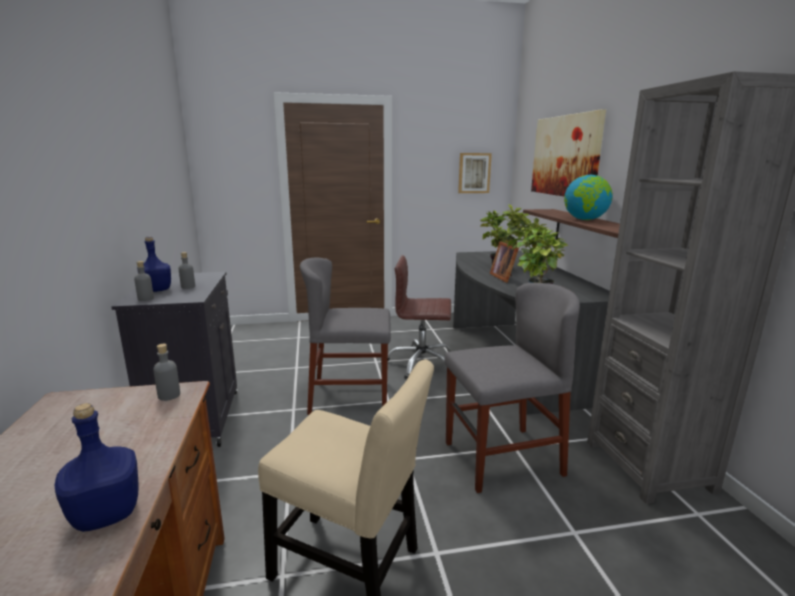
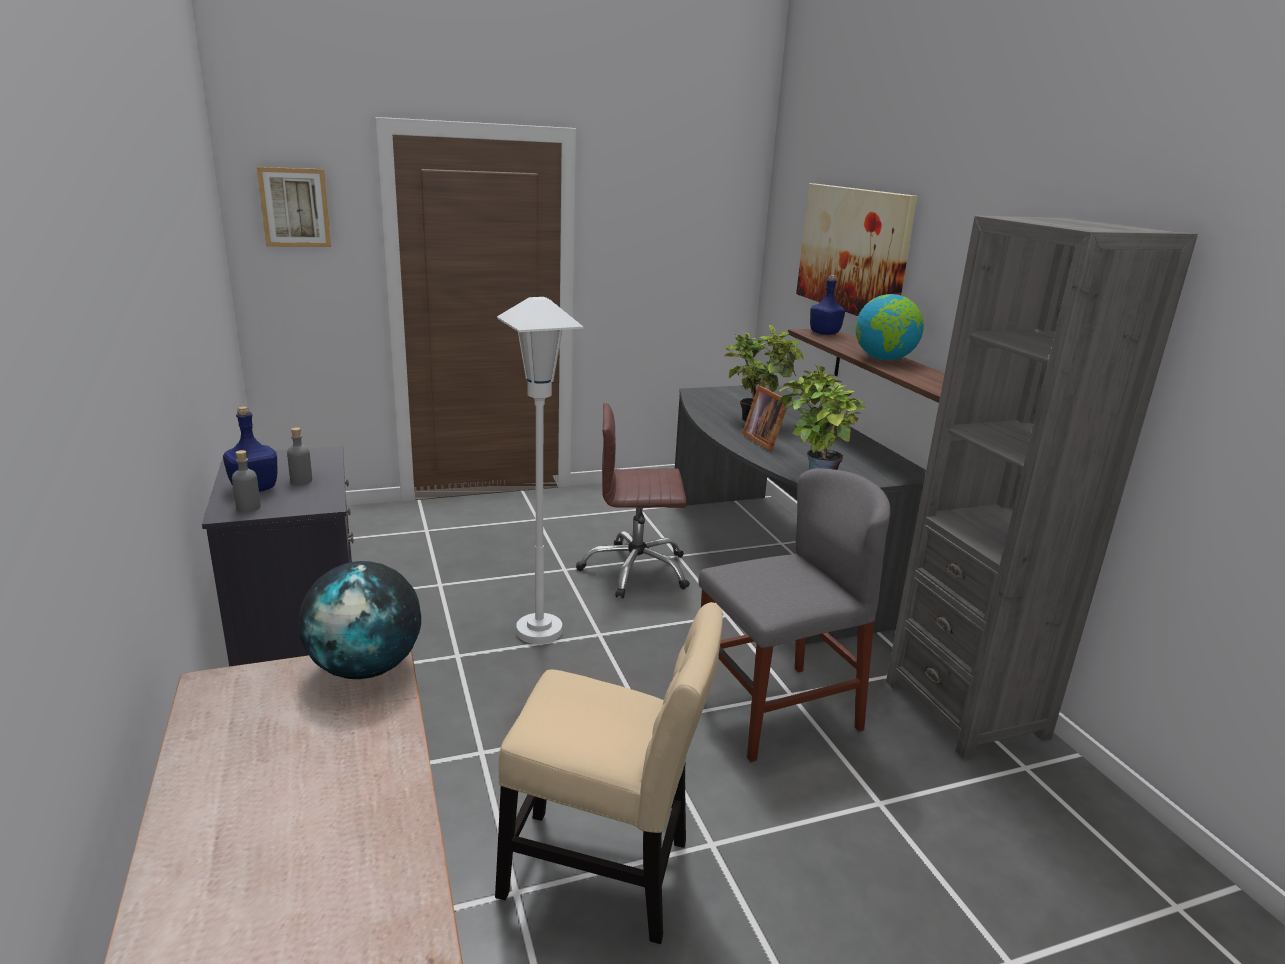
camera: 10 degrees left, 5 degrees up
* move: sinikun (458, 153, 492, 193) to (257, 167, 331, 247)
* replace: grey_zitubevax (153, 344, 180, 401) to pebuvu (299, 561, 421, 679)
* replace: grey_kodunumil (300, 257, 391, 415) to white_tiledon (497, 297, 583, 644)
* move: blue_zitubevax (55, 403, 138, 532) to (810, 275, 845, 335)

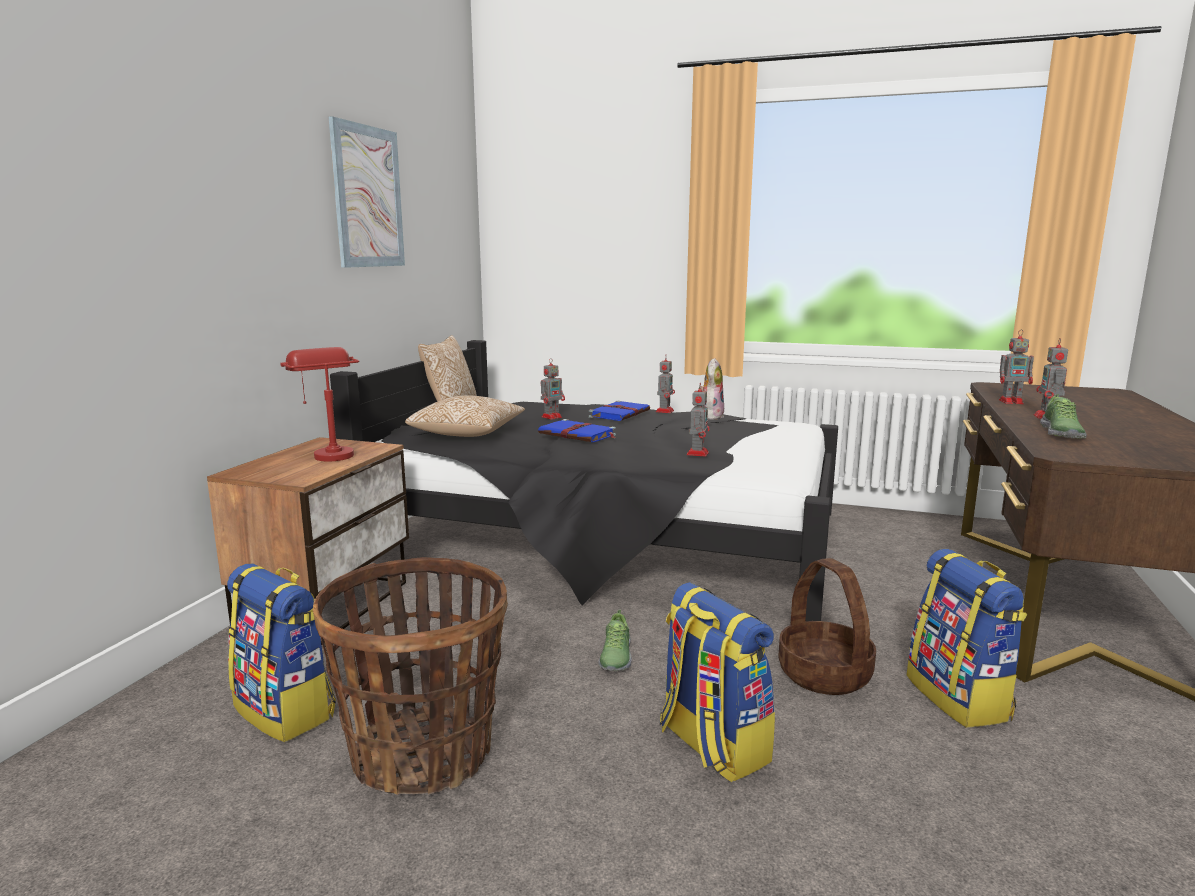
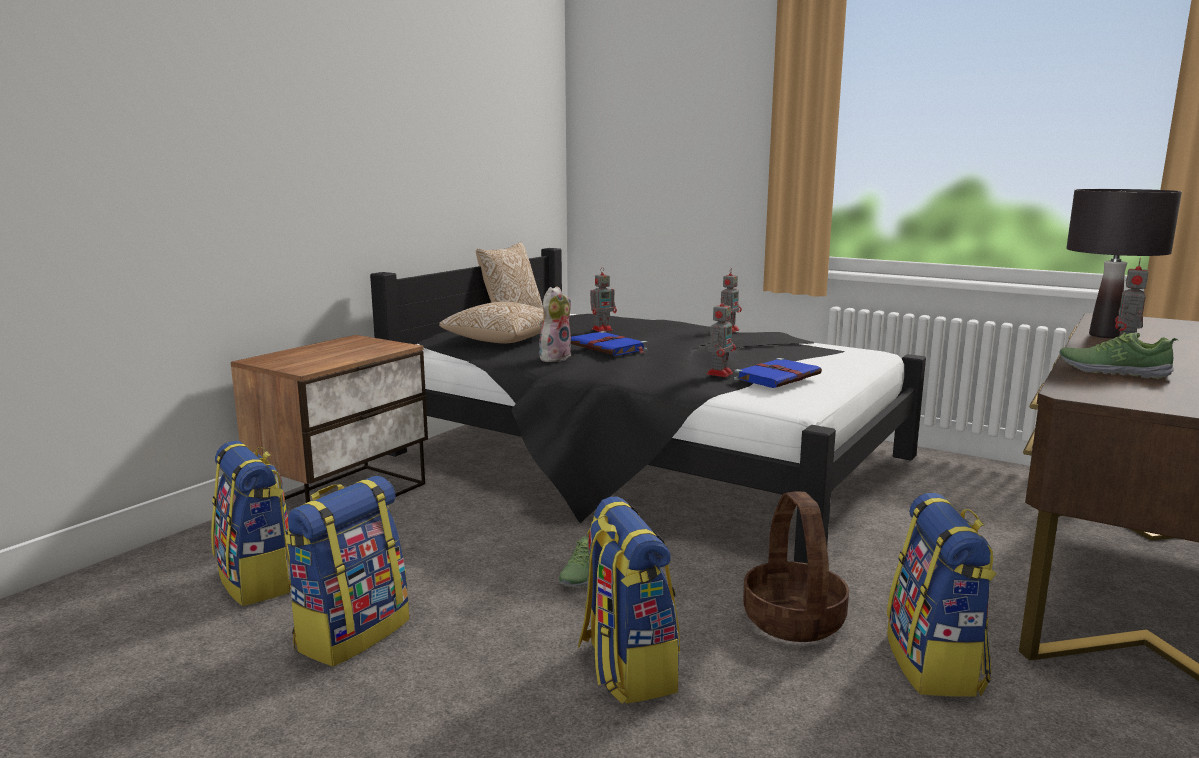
camera: 15 degrees right, 0 degrees up
* replace: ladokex (313, 557, 508, 795) to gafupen (285, 476, 409, 667)
* move: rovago (699, 358, 724, 420) to (539, 286, 571, 362)
* move: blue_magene (589, 401, 650, 421) to (734, 358, 822, 388)
* rotate: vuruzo (1040, 394, 1087, 439) = (1059, 332, 1178, 379) 90 degrees clockwise
* replace: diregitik (999, 329, 1034, 404) to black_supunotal (1066, 189, 1182, 338)
* delete: red_supunotal (280, 347, 359, 461)
* delete: sinikun (329, 116, 405, 268)

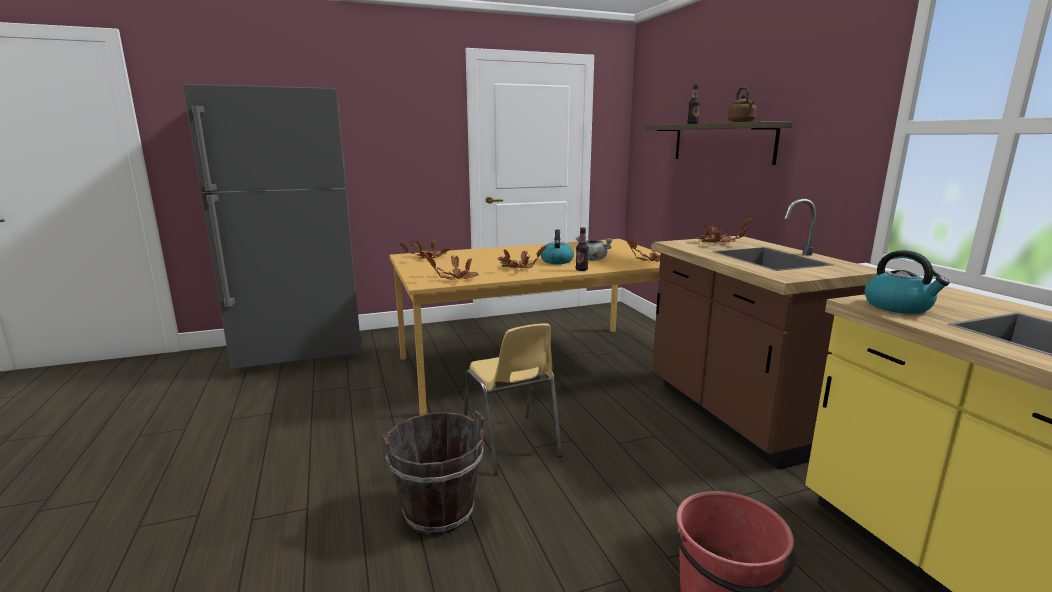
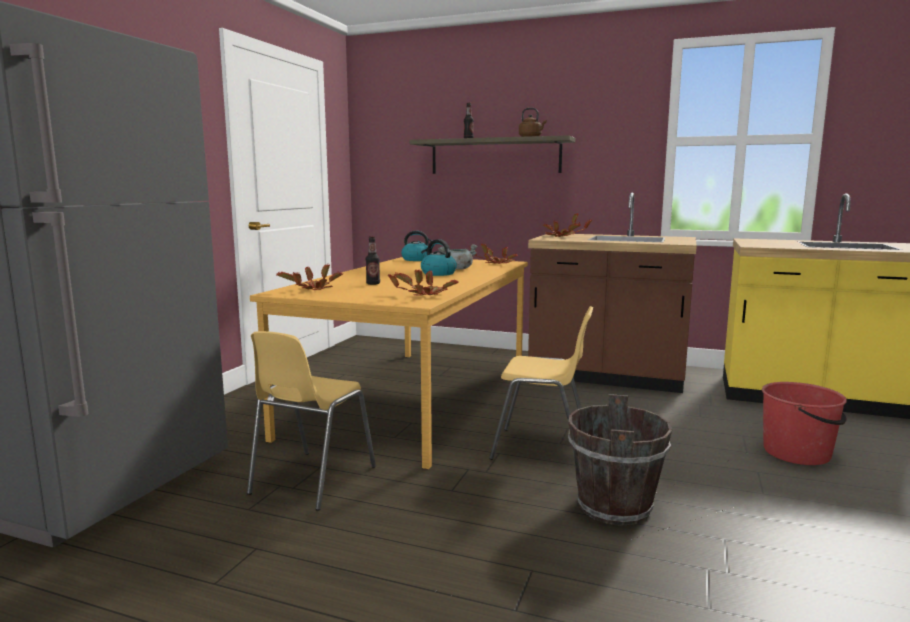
camera: 50 degrees left, 5 degrees down
* insert: yellow_kodunumil (247, 331, 376, 511)
* move: zitubevax (576, 227, 589, 271) to (366, 236, 380, 285)
* move: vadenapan (865, 250, 950, 314) to (401, 231, 434, 261)
* delete: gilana (498, 246, 547, 268)

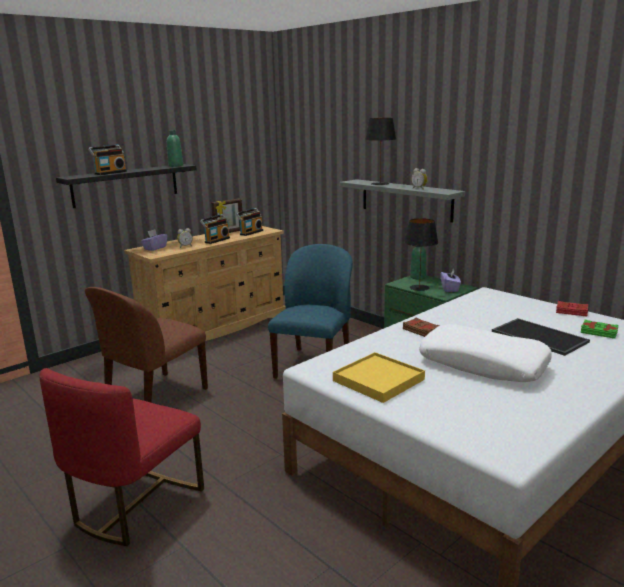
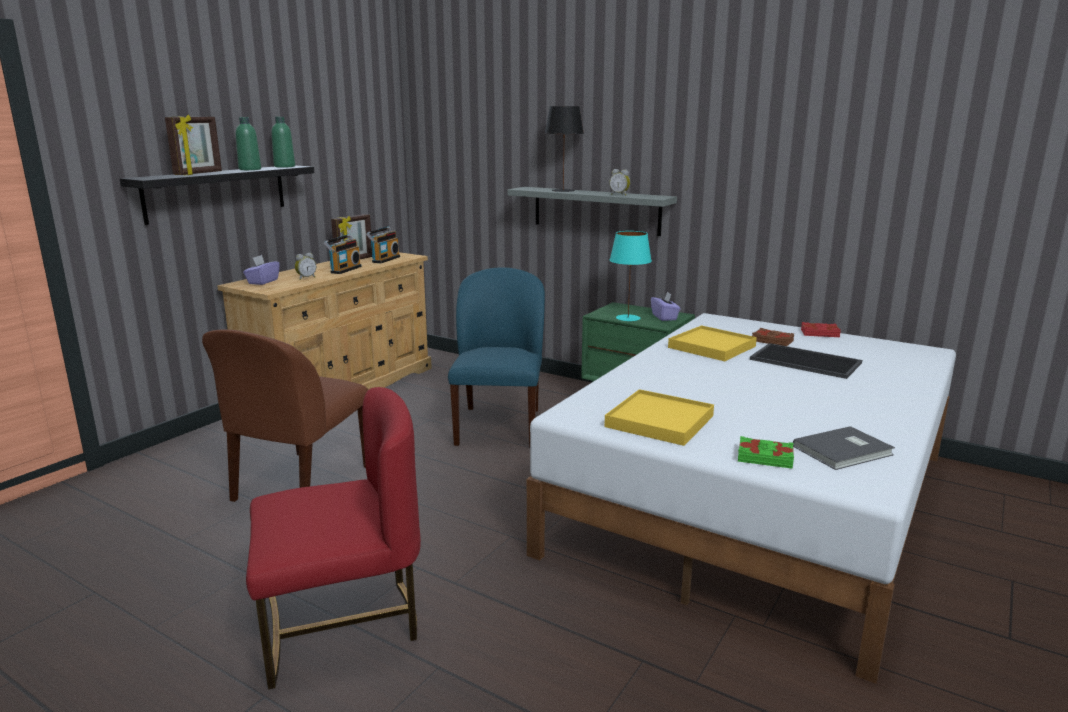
camera: 15 degrees left, 0 degrees up
* replace: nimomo (88, 145, 127, 175) to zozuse (165, 114, 222, 175)
* move: green_zitubevax (410, 246, 426, 280) to (235, 117, 261, 170)
* rotate: red_kodunumil (39, 368, 204, 546) = (246, 387, 421, 689) 120 degrees counterclockwise
* recolor: black_supunotal (404, 218, 438, 291) to turquoise_supunotal (610, 231, 652, 321)
* insert: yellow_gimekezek (668, 325, 757, 361)
* move: green_magene (581, 320, 618, 339) to (738, 436, 794, 469)
* move: brown_magene (403, 318, 440, 337) to (752, 328, 794, 346)
* insert: grey_magene (793, 426, 895, 470)
* delete: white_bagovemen (419, 324, 552, 382)

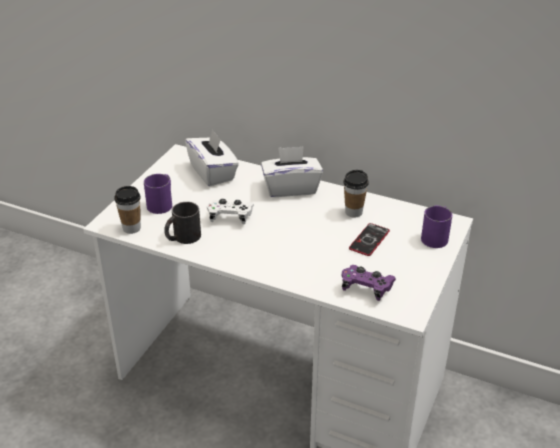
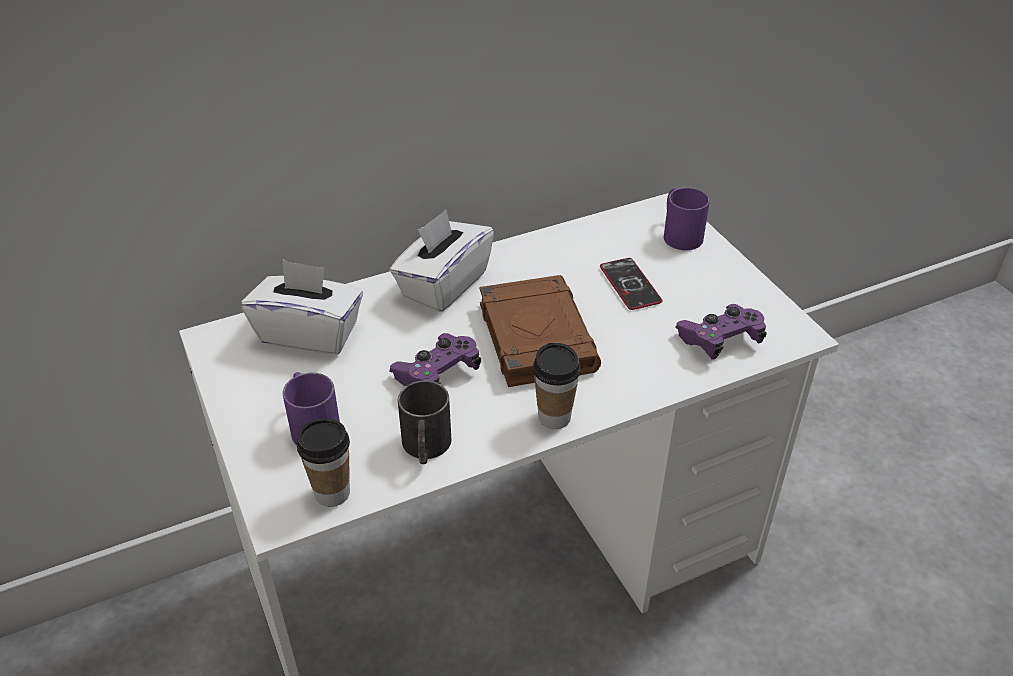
camera: 50 degrees left, 5 degrees up
* recolor: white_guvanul (207, 199, 254, 224) to purple_guvanul (389, 333, 481, 386)
* insert: brown_magene (480, 275, 601, 387)
* move: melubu (343, 170, 369, 217) to (533, 343, 581, 429)

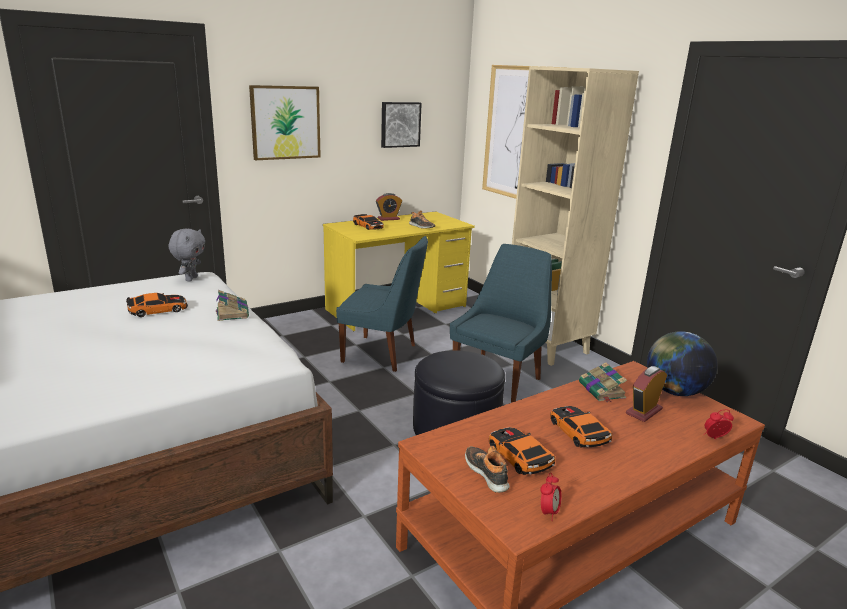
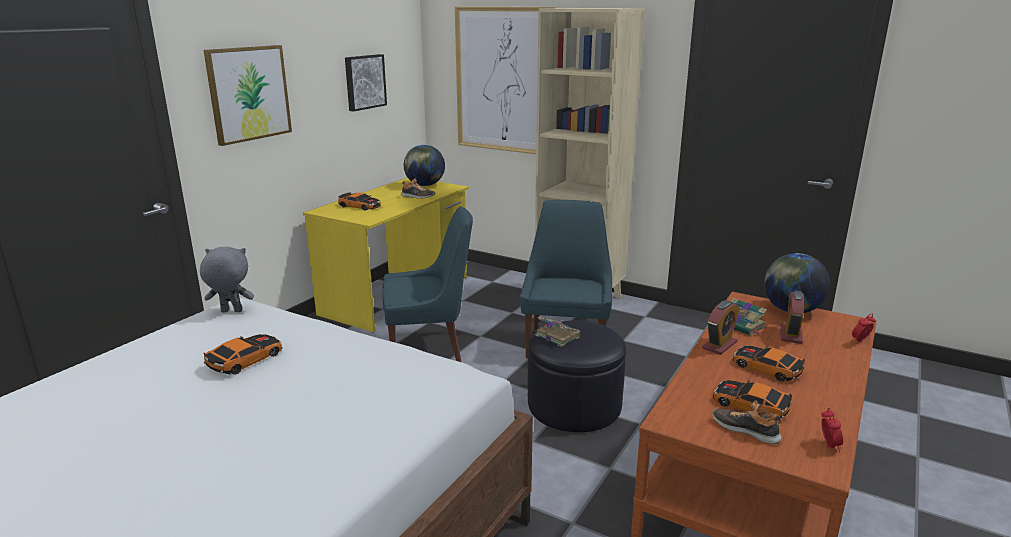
camera: 25 degrees left, 0 degrees up
* rotate: grey_rovago (169, 229, 205, 281) = (200, 247, 254, 313) 75 degrees counterclockwise
* insert: pebuvu (404, 145, 445, 186)
* move: magene (216, 290, 249, 321) to (535, 317, 581, 347)
* move: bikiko (376, 193, 402, 221) to (702, 300, 740, 355)

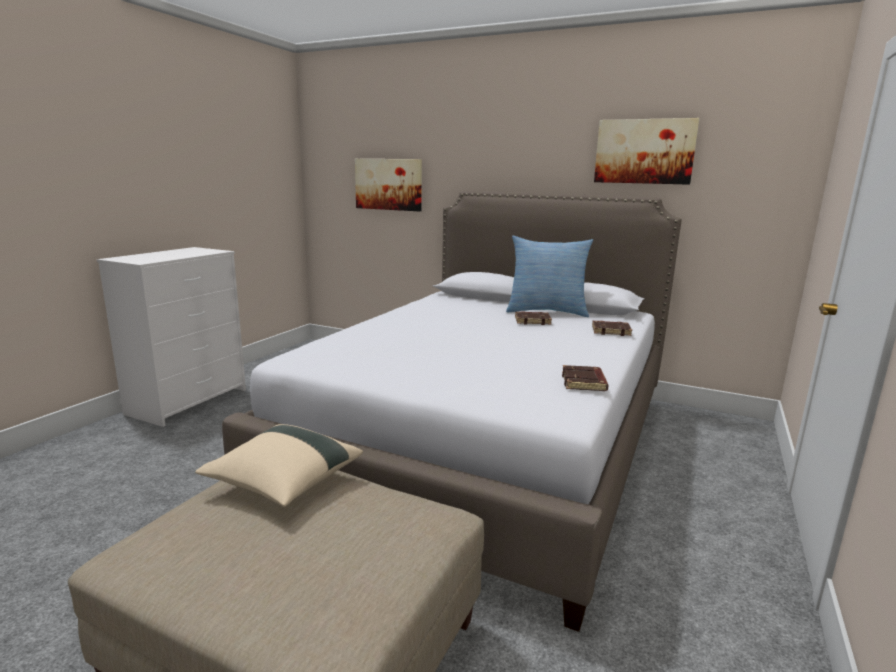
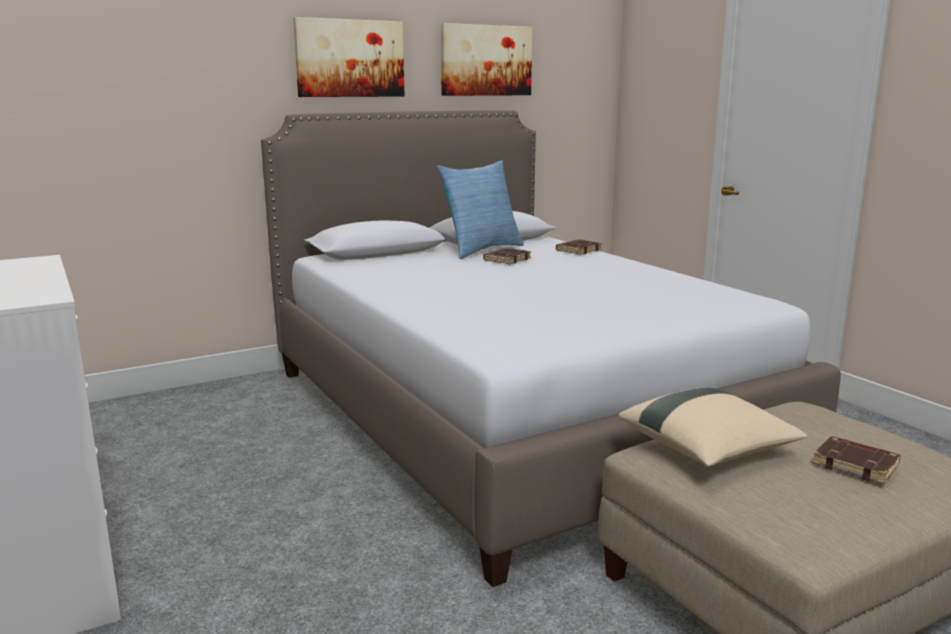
camera: 55 degrees left, 0 degrees up
* move: sinikun (355, 159, 422, 211) to (293, 17, 404, 97)
* move: brown_magene (562, 365, 609, 391) to (812, 436, 901, 484)

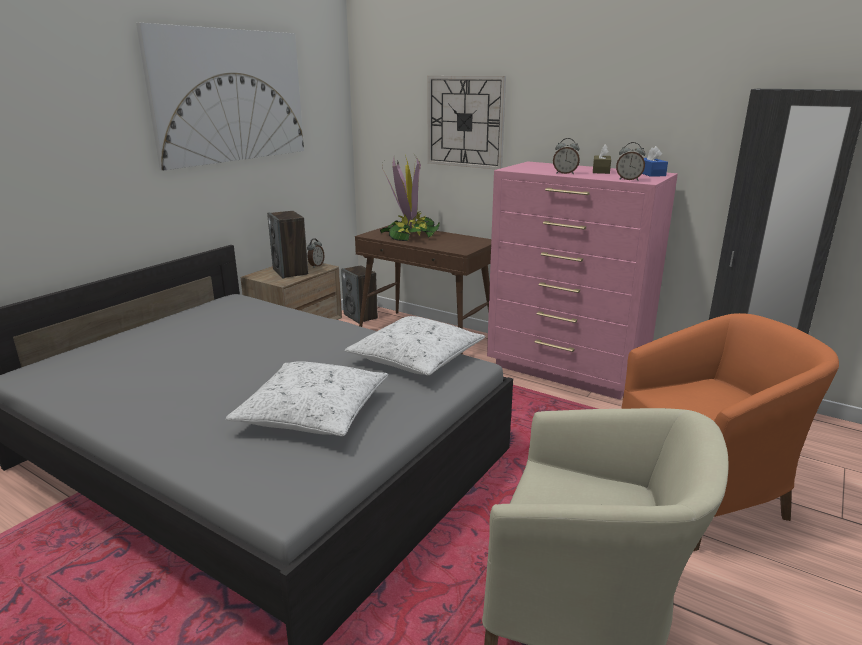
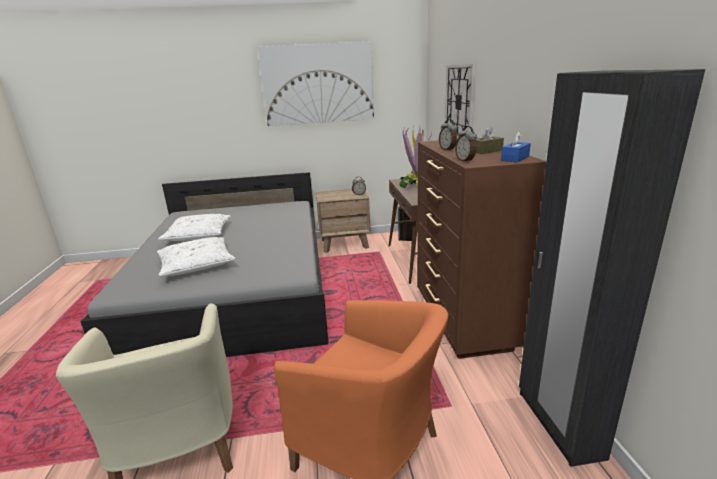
camera: 50 degrees right, 0 degrees up
* move: white_bagovemen (345, 316, 485, 375) to (158, 214, 231, 241)
* recolor: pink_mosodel (487, 161, 678, 400) to brown_mosodel (417, 138, 546, 359)
* delete: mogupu (267, 211, 308, 279)

